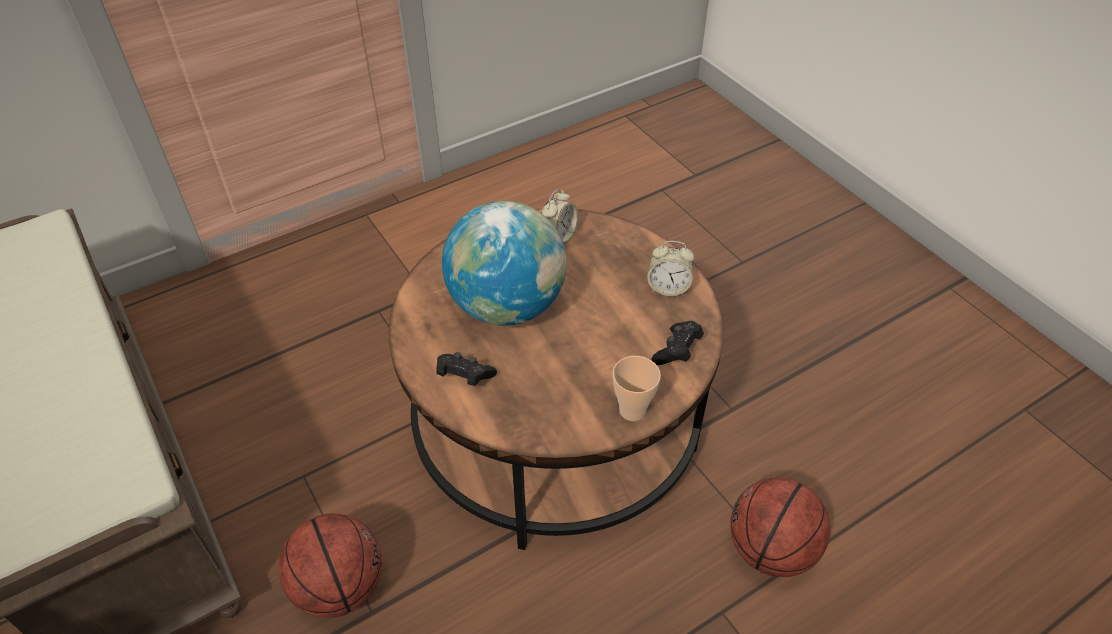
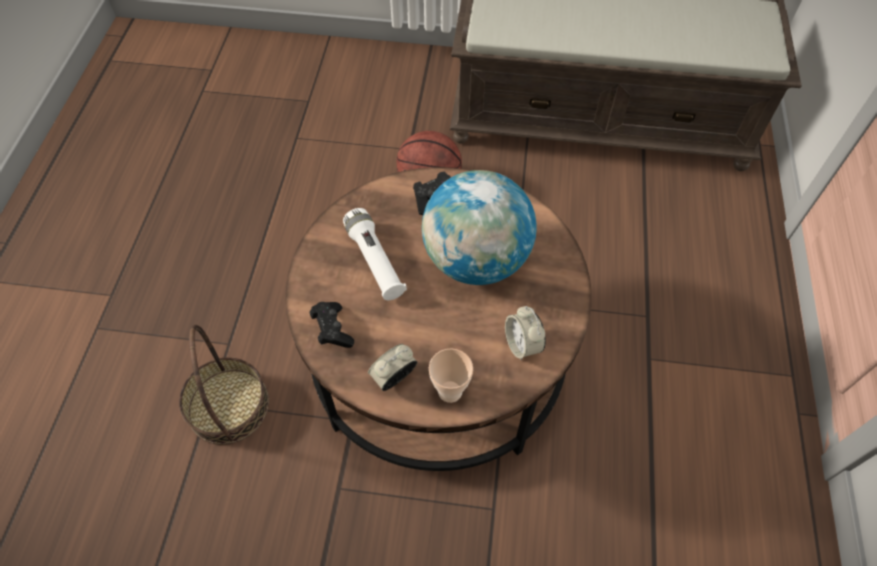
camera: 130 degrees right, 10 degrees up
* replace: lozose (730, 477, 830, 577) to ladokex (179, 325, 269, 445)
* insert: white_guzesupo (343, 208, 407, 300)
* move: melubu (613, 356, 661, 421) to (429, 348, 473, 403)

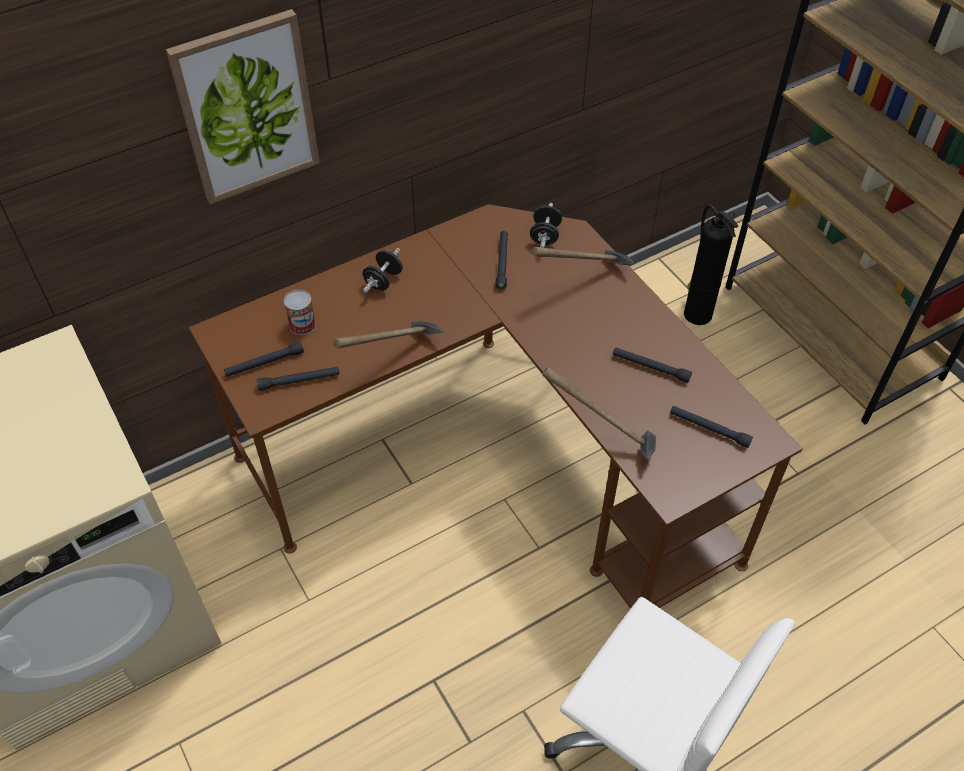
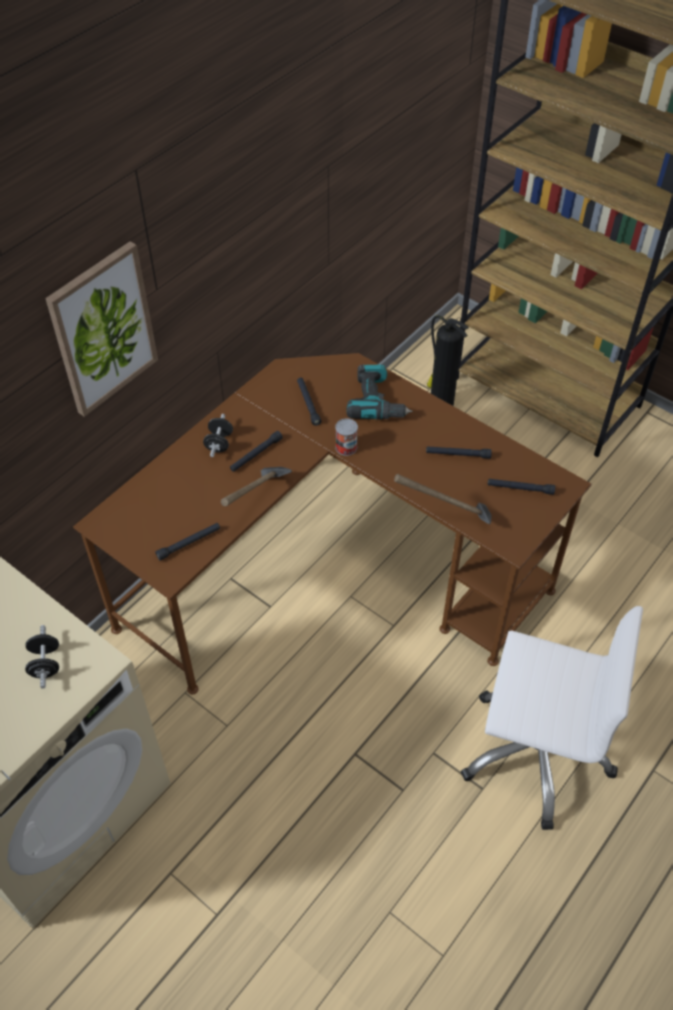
camera: 20 degrees left, 0 degrees up
* move: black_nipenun (530, 203, 562, 248) to (25, 625, 59, 688)
* move: black_guzesupo (224, 341, 304, 377) to (230, 431, 283, 472)
* move: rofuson (284, 290, 316, 335) to (335, 418, 358, 456)
* replace: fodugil (531, 247, 634, 265) to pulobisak (346, 364, 413, 419)

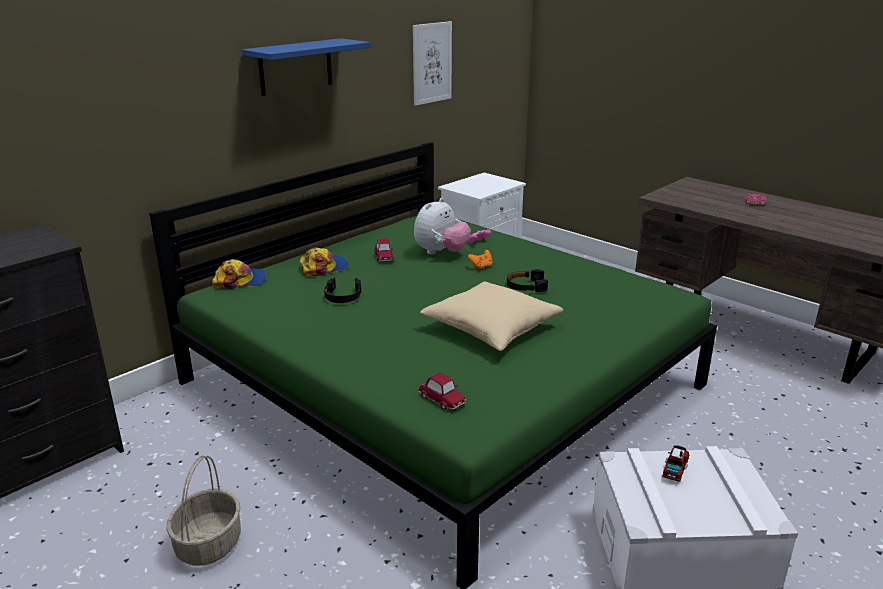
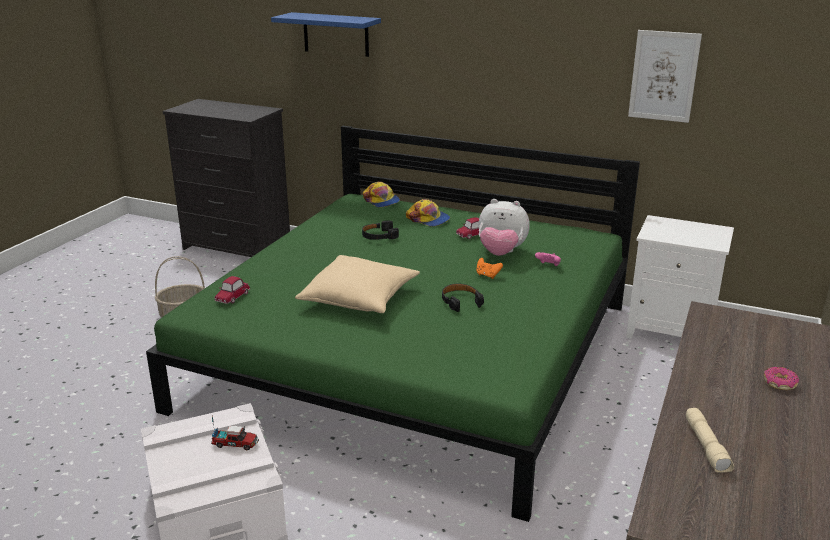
camera: 70 degrees right, 0 degrees up
* move: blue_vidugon (242, 38, 370, 96) to (271, 12, 381, 57)
* insert: beige_guzesupo (686, 408, 734, 473)

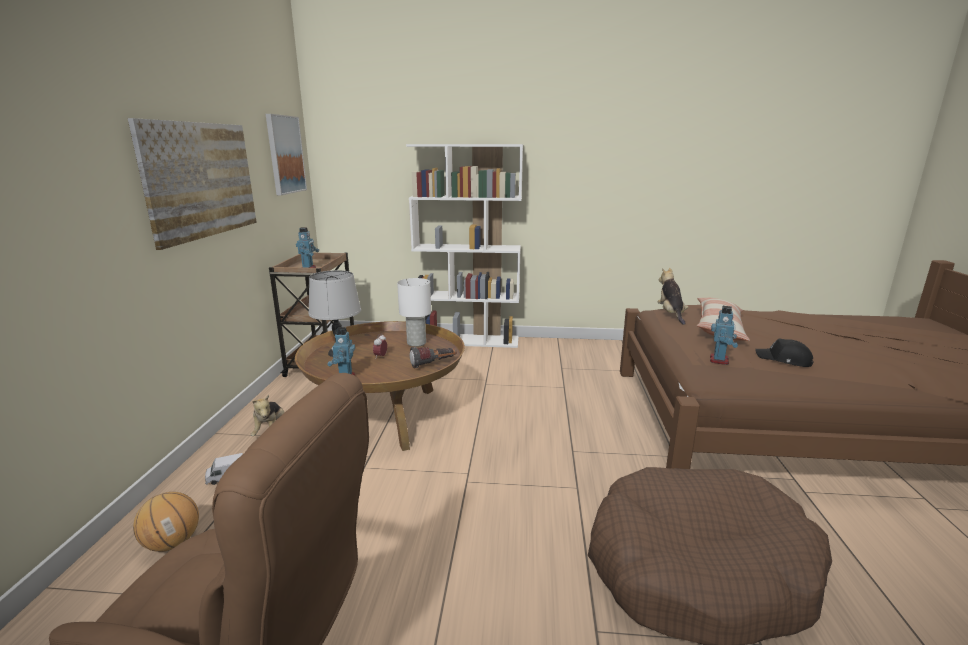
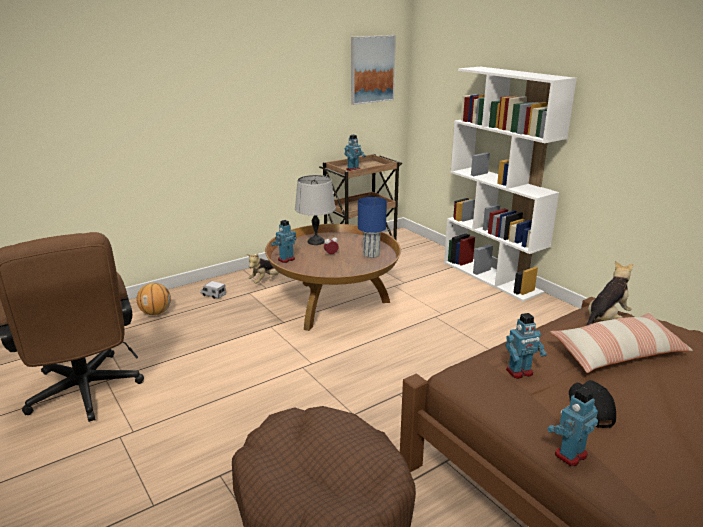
camera: 50 degrees right, 5 degrees up
* recolor: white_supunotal (397, 278, 431, 347) to blue_supunotal (358, 197, 387, 258)
* insert: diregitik (547, 387, 598, 466)
* delete: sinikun (128, 118, 257, 250)
* delete: guzesupo (410, 347, 456, 368)

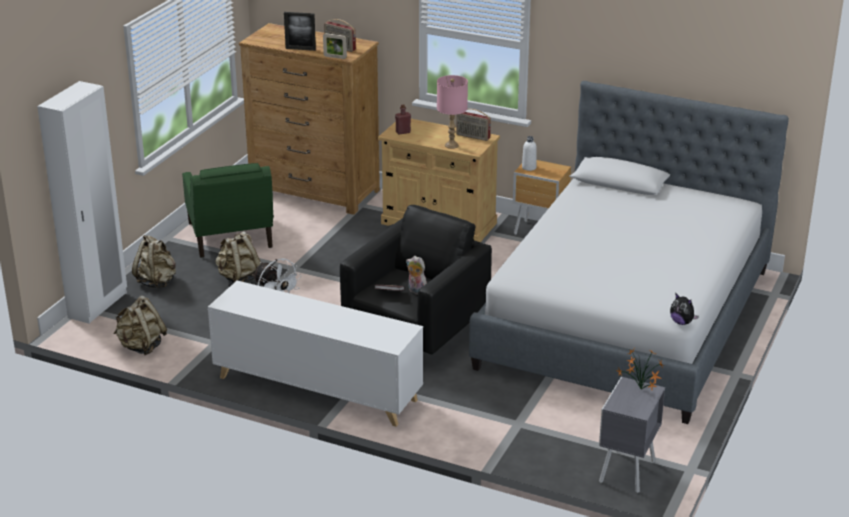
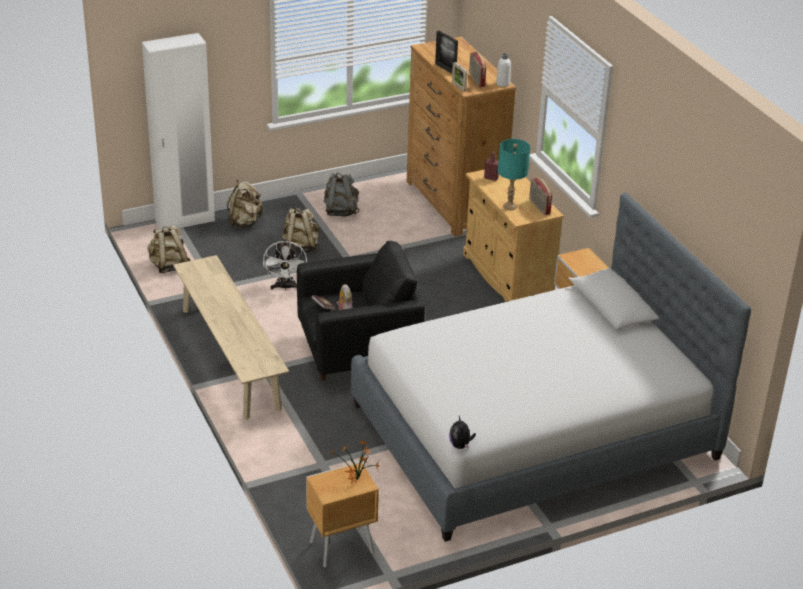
camera: 40 degrees right, 5 degrees up
* replace: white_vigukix (208, 281, 423, 427) to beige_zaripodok (173, 255, 289, 420)
* recolor: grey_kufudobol (599, 377, 665, 493) to brown_kufudobol (306, 462, 379, 567)
* replace: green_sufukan (182, 163, 273, 258) to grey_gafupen (323, 173, 359, 217)
* move: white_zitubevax (522, 136, 537, 171) to (496, 53, 511, 87)
* recolor: pink_supunotal (437, 75, 468, 149) to turquoise_supunotal (498, 139, 530, 210)

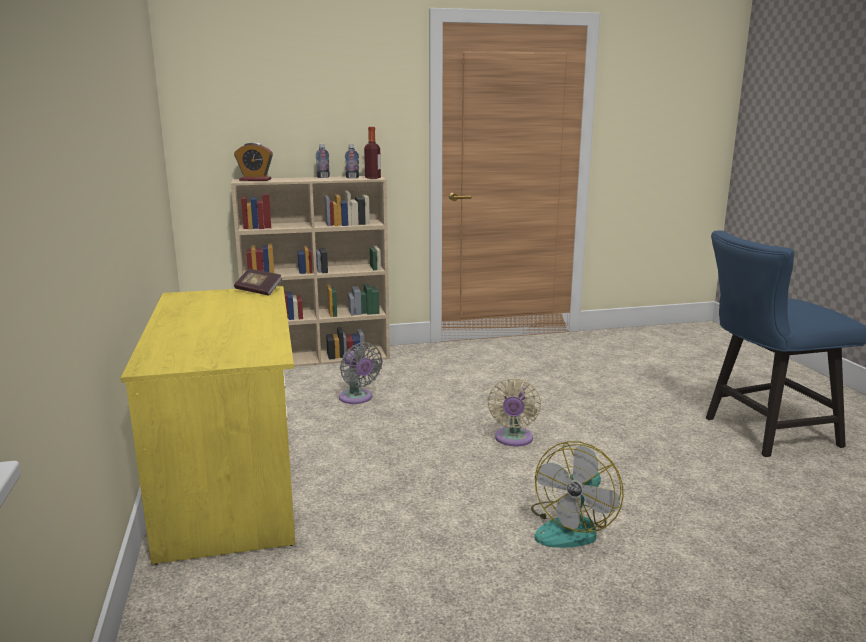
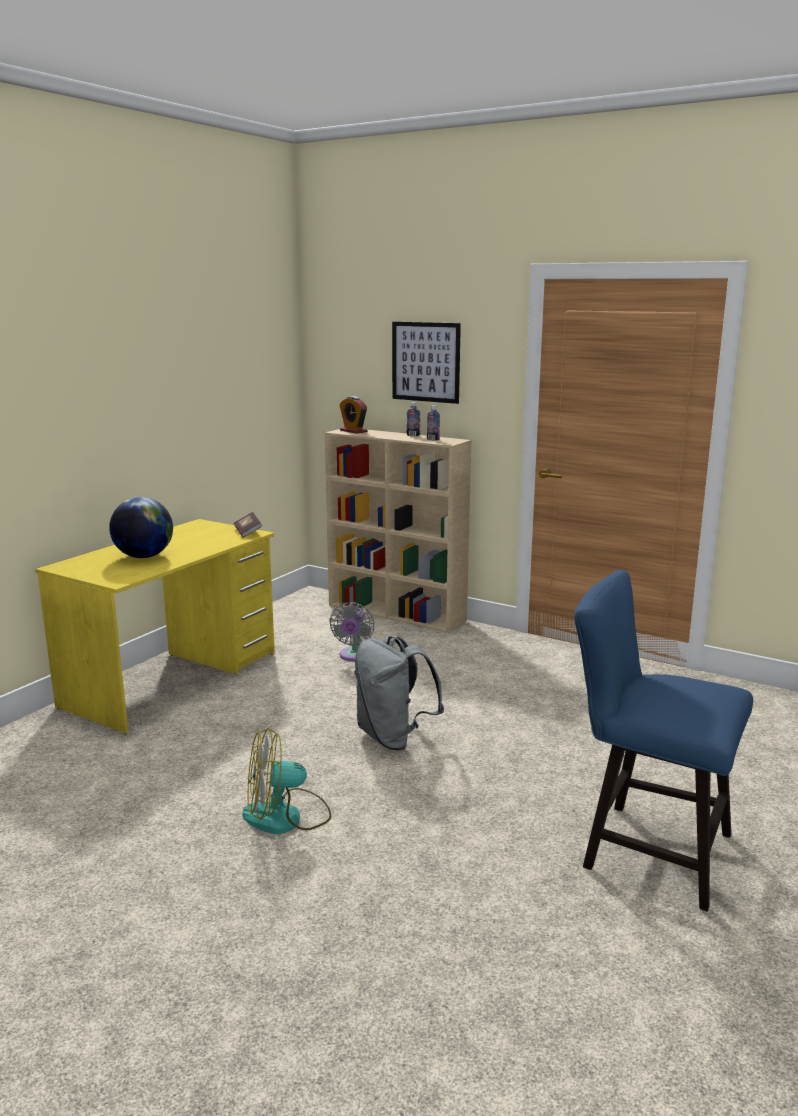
camera: 45 degrees right, 0 degrees up
* insert: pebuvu (109, 497, 173, 558)
* replace: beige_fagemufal (487, 378, 541, 446) to grey_gafupen (354, 636, 444, 750)
* insert: sinikun (392, 322, 461, 404)
* delete: zitubevax (364, 127, 381, 179)

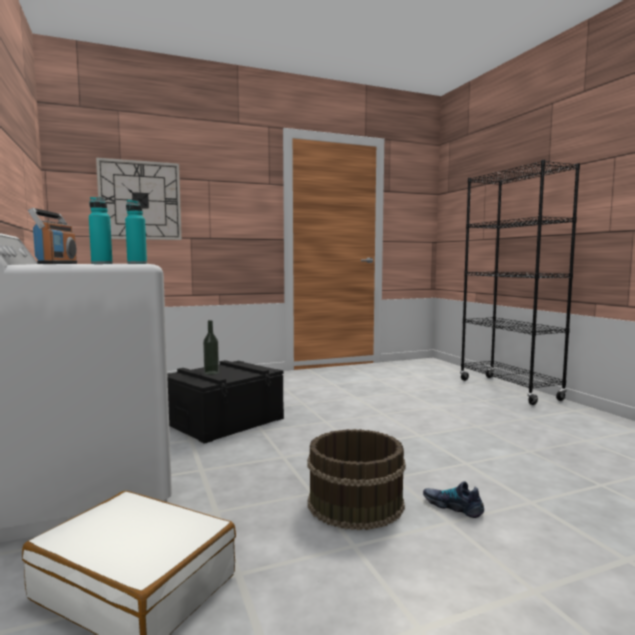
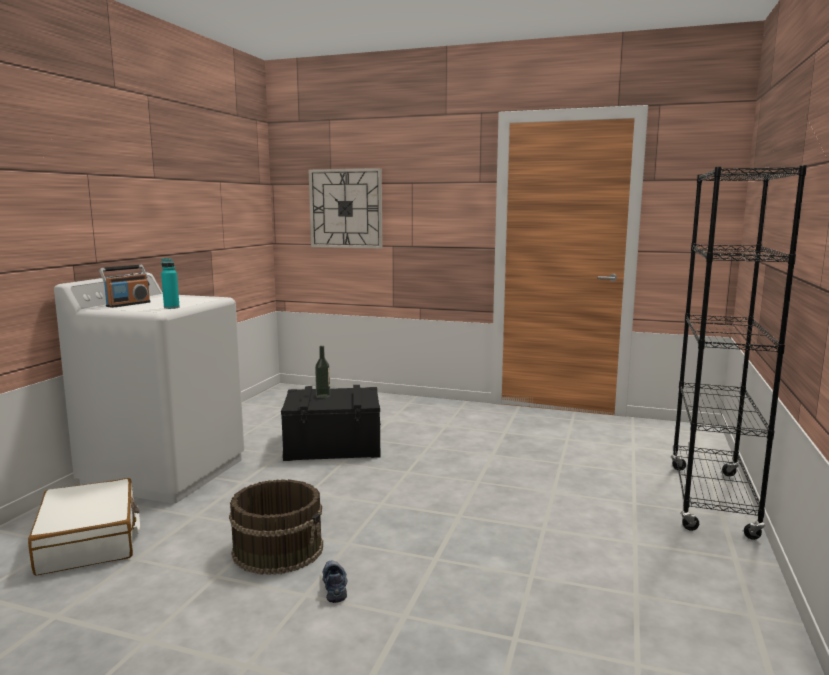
camera: 40 degrees right, 5 degrees up
* delete: turquoise_zitubevax (89, 197, 113, 264)

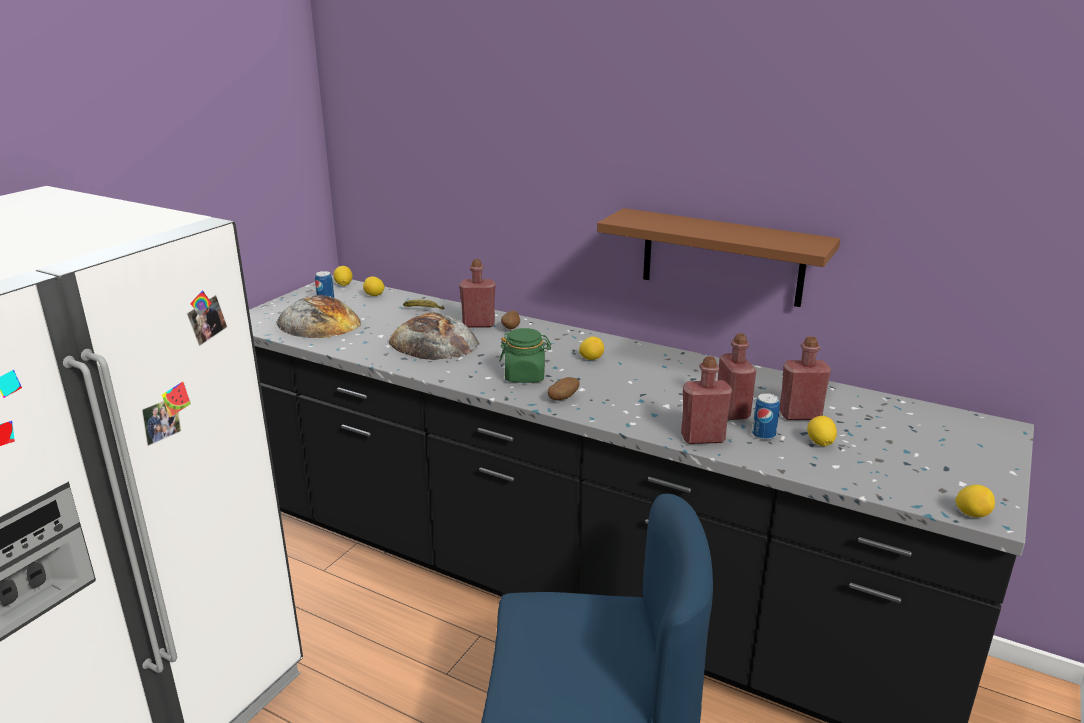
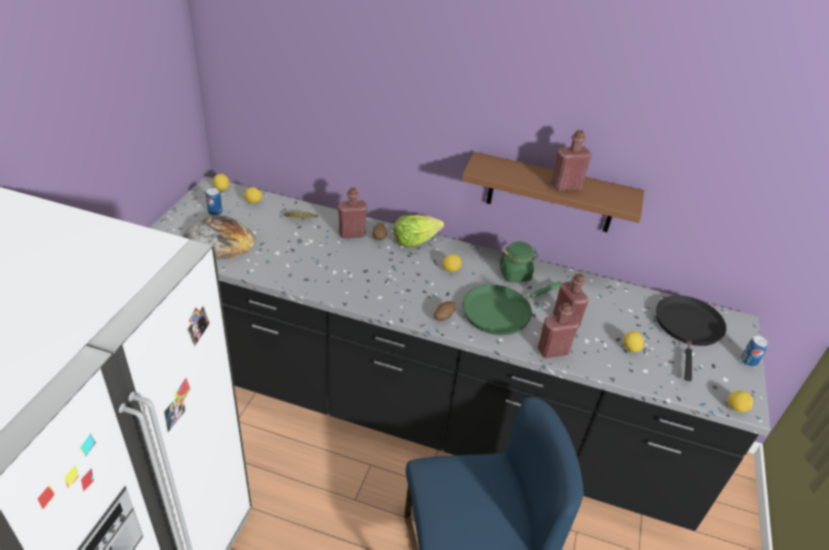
camera: 15 degrees left, 15 degrees up
* insert: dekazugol (394, 215, 444, 248)
* insert: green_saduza (463, 281, 563, 335)
* move: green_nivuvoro (499, 328, 551, 383) to (499, 241, 539, 282)
* move: red_zitubevax (779, 336, 831, 420) to (551, 130, 592, 191)
* insert: black_saduza (656, 295, 726, 381)
* move: rofuson (752, 393, 780, 440) to (741, 336, 768, 367)
* delete: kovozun (389, 312, 479, 360)

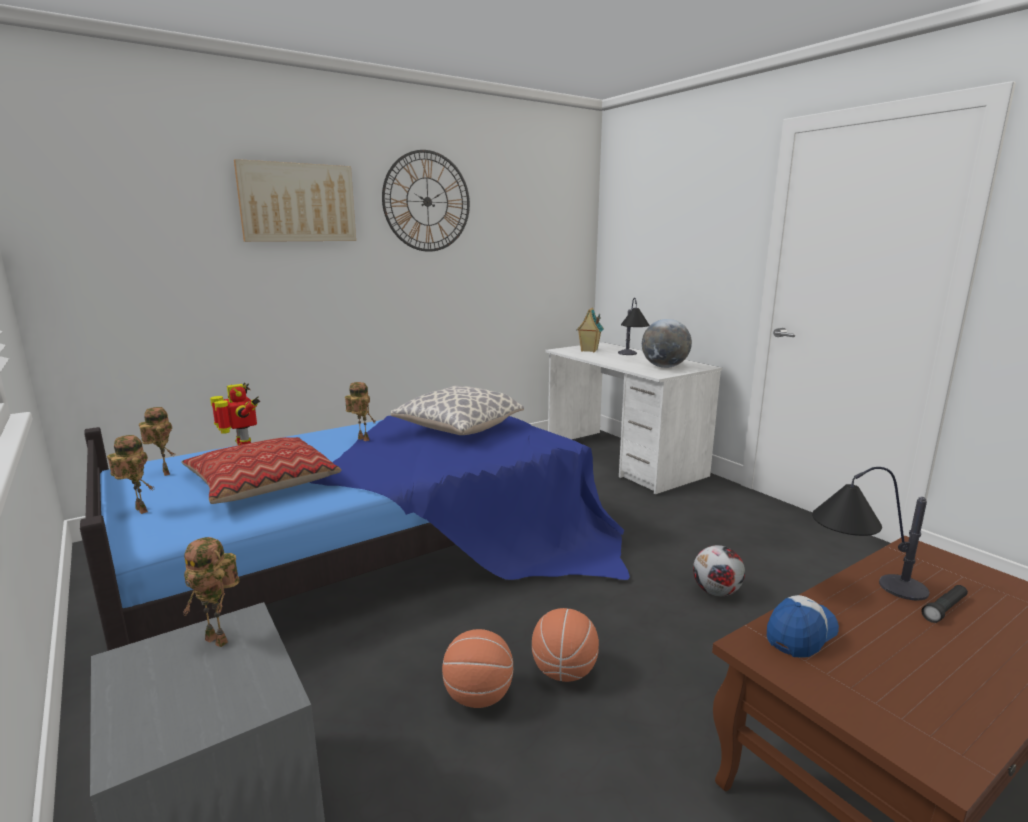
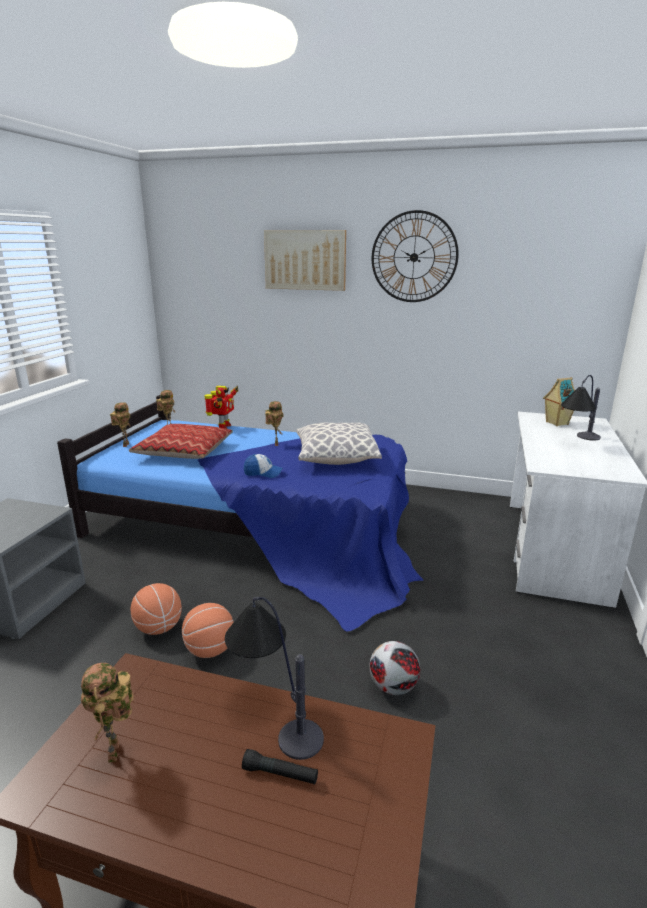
camera: 50 degrees right, 5 degrees up
* move: diregitik (183, 537, 239, 647) to (81, 663, 133, 763)
* move: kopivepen (767, 595, 839, 658) to (244, 454, 283, 478)
* delete: pebuvu (642, 319, 692, 368)

